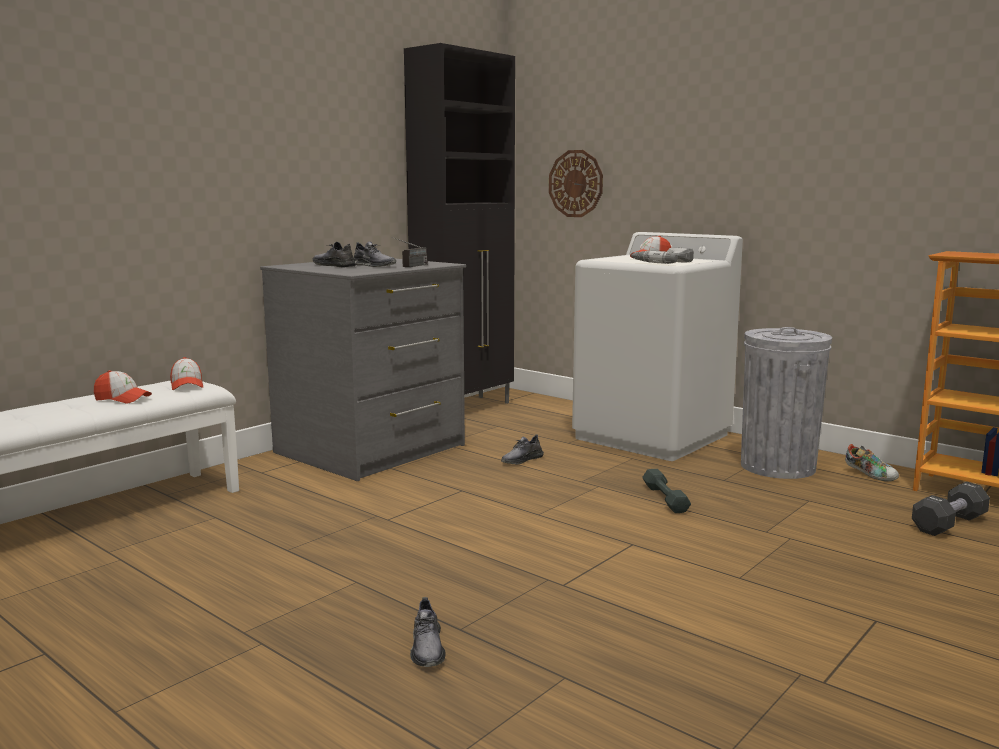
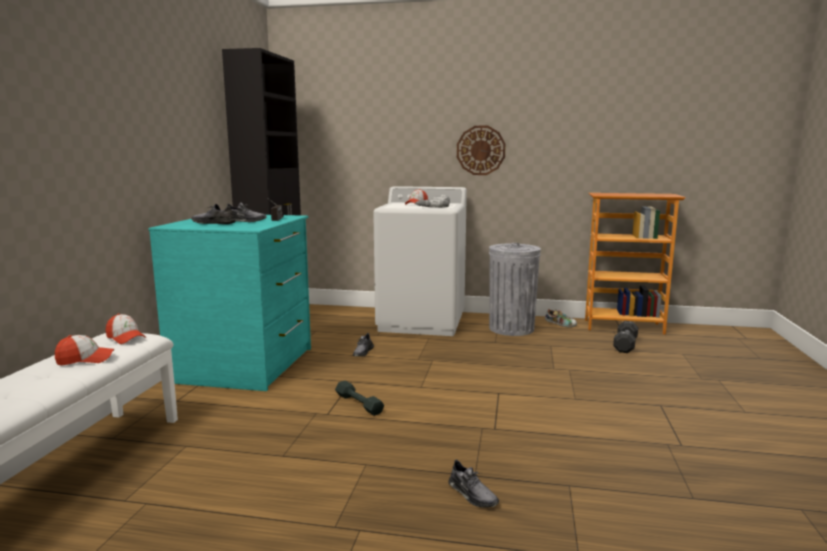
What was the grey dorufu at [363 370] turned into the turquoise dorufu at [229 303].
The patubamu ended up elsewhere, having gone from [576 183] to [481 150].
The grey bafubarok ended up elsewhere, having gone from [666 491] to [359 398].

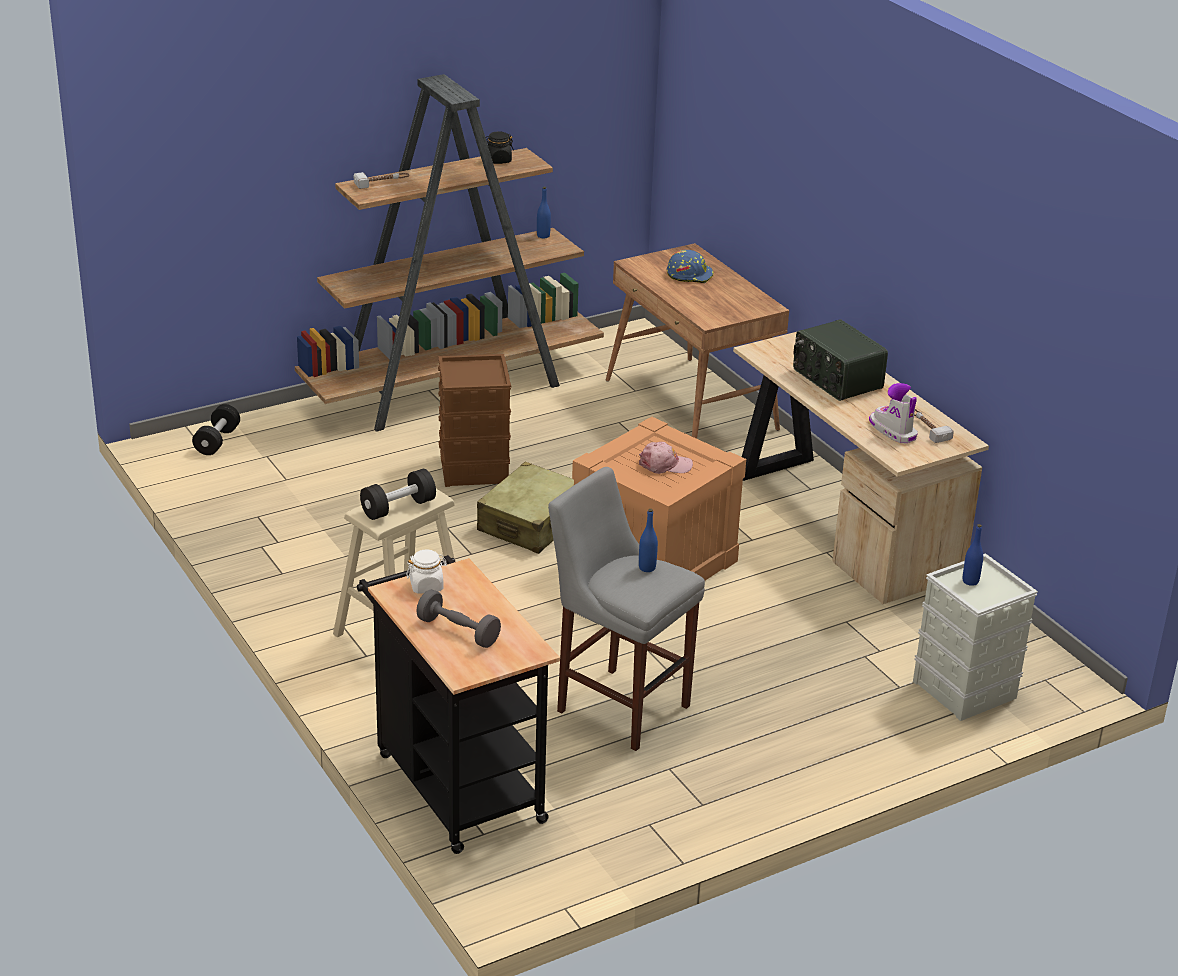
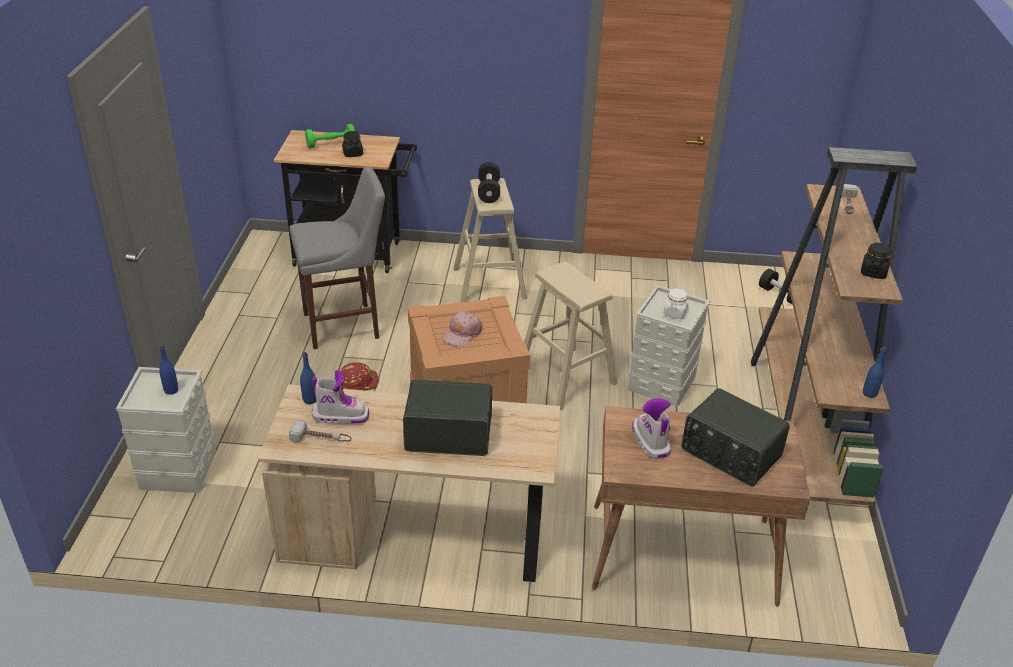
The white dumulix ended up elsewhere, having gone from [426 571] to [675 303].
What was the grey bafubarok at [458 618] turned into the green bafubarok at [330 136].
What was the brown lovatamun at [474 420] turned into the grey lovatamun at [669 346].
Where the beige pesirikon stood at [525 508], the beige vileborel came to stand at [570 335].
The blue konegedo ended up elsewhere, having gone from [648 540] to [308 378].
Where the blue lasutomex stood at [690 266], the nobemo came to stand at [736 437].
The second view gained the red lasutomex at [359 376].
The second view gained the black dumulix at [352 144].
The second view gained the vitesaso at [651 428].

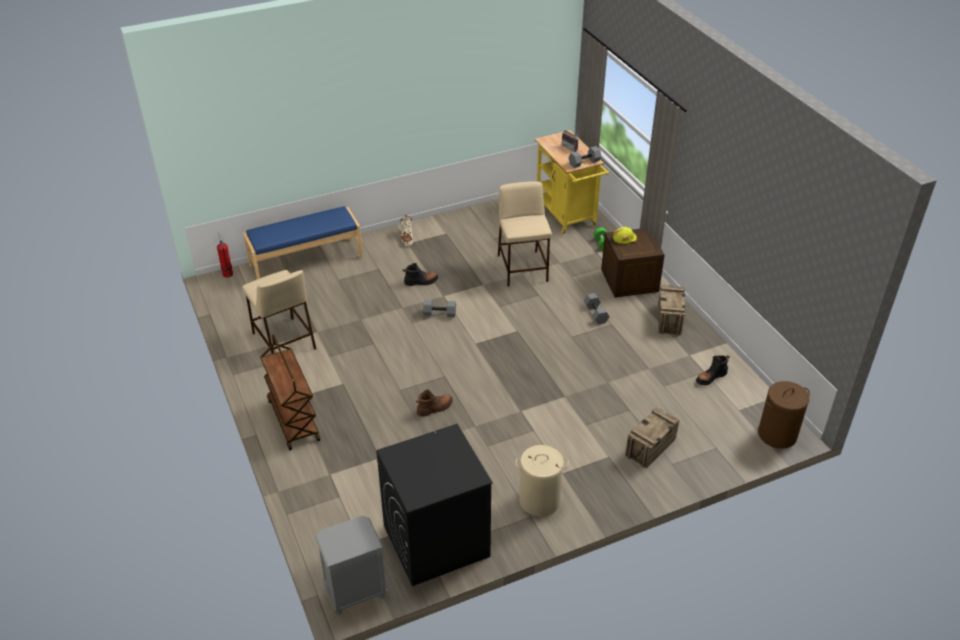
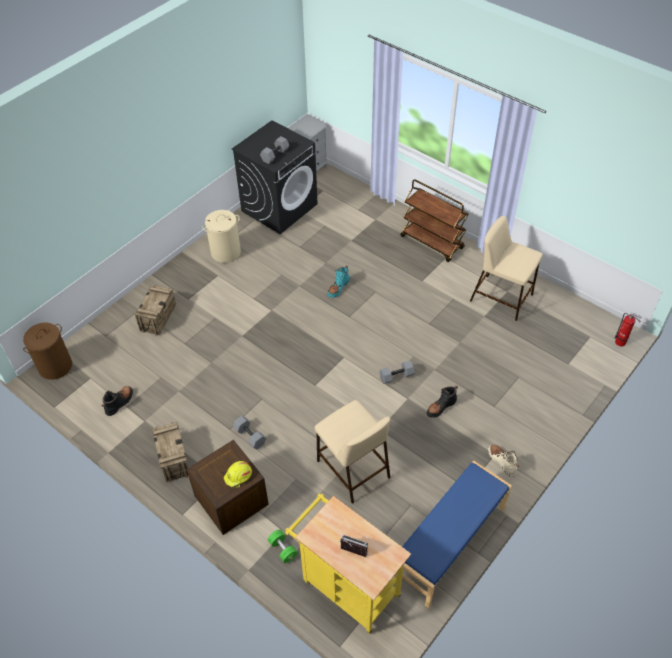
The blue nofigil ended up elsewhere, having gone from [303 242] to [453 534].
What was the brown vitesaso at [434 403] turned into the turquoise vitesaso at [339 282].
The grey bafubarok ended up elsewhere, having gone from [585 157] to [274 150].

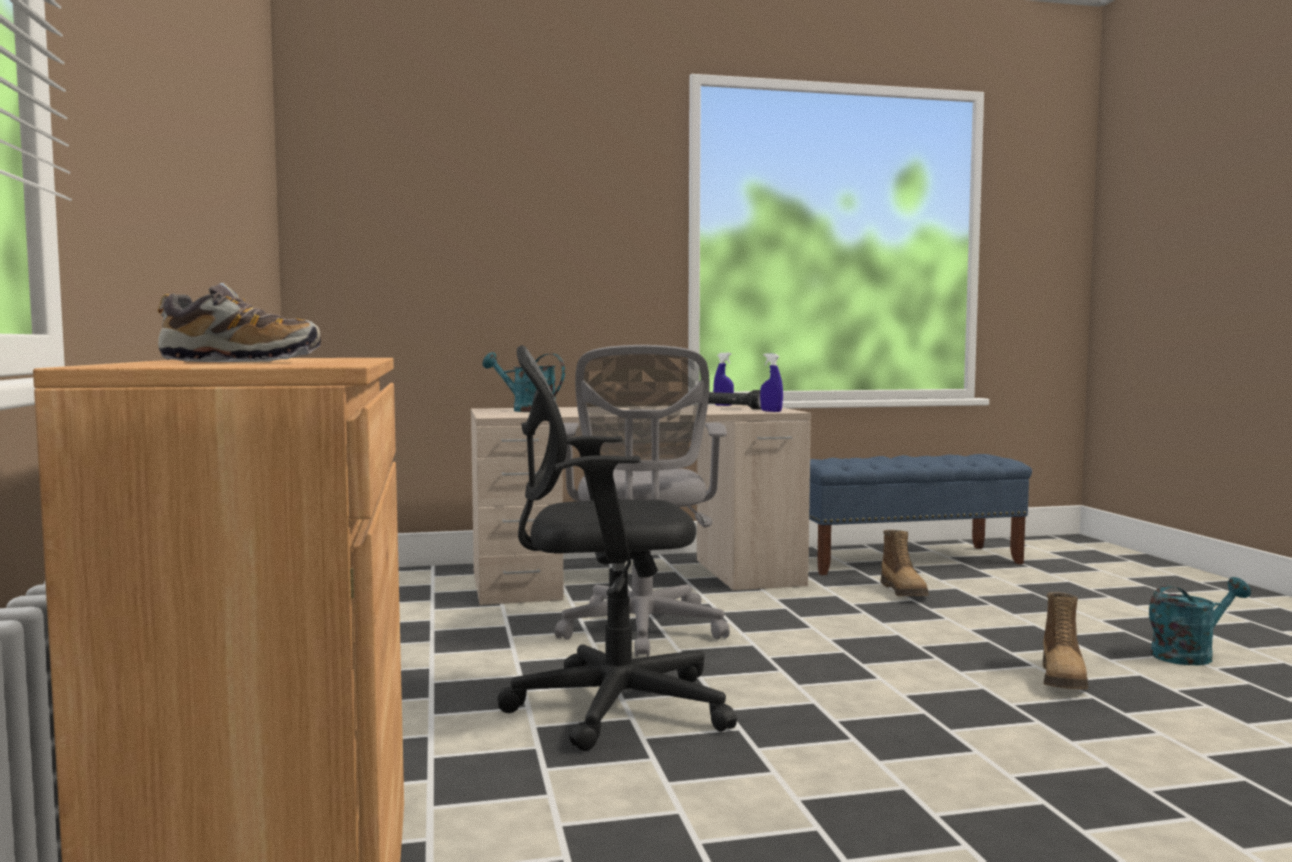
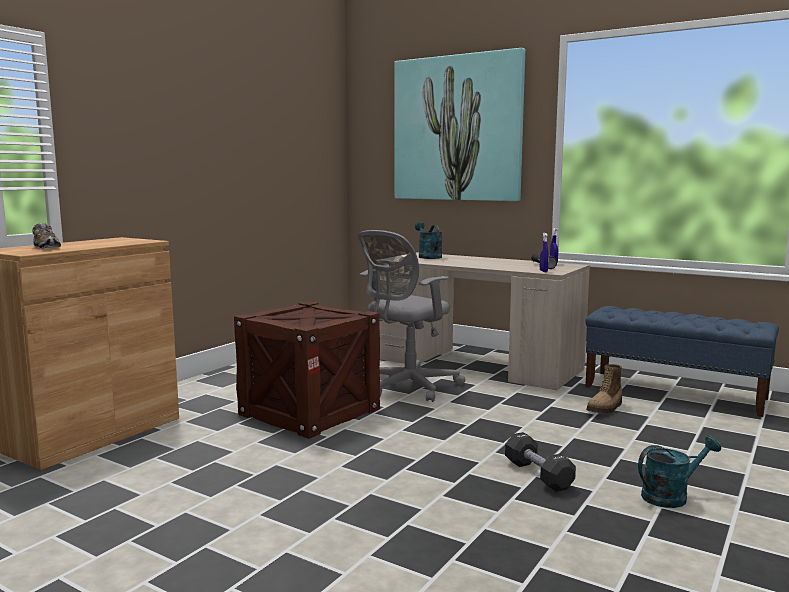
Where the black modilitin stood at [617 548], the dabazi came to stand at [307 370].
Where the vitesaso stood at [1065 640], the black bafubarok came to stand at [540 462].
The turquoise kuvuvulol at [1200 621] ended up facing another way, 45 degrees counterclockwise from before.
The second view gained the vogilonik at [460 124].

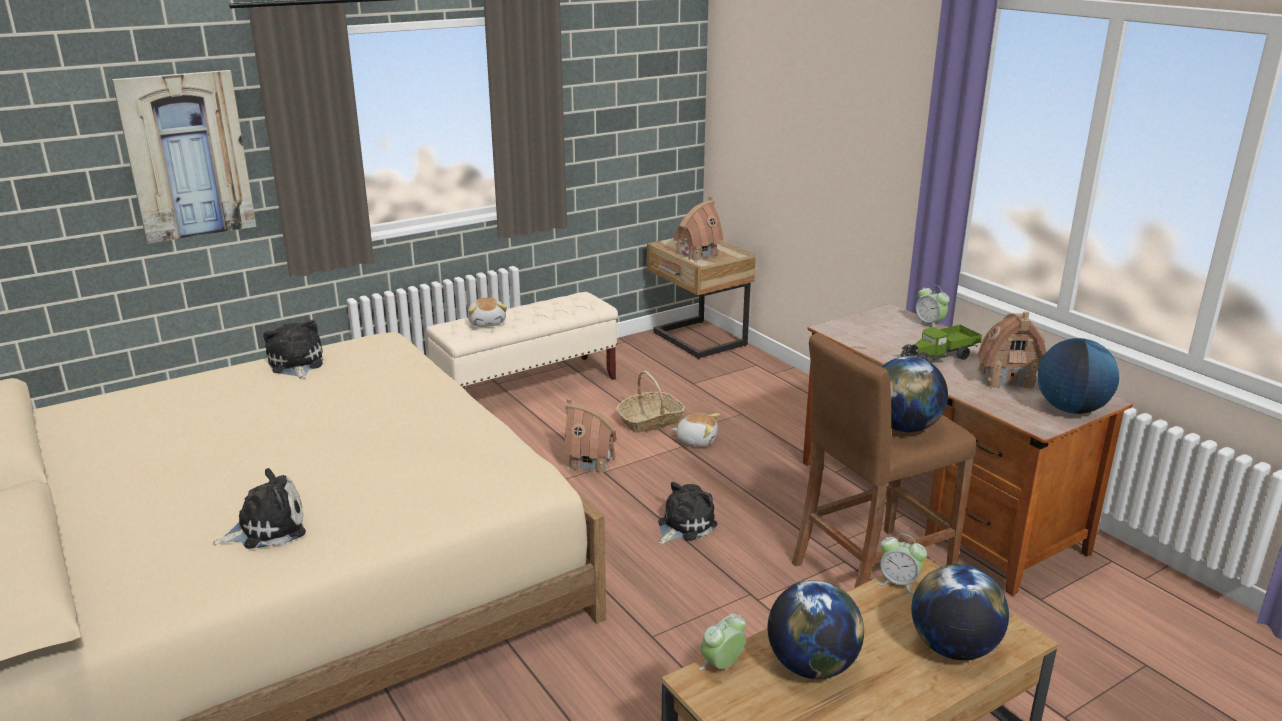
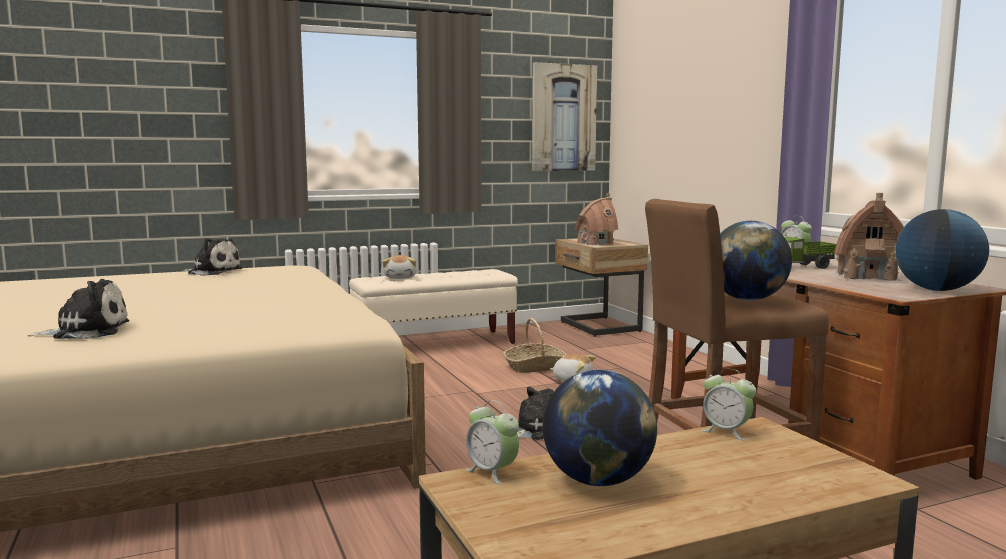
The vogilonik ended up elsewhere, having gone from [184 156] to [564 116].
The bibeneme at [293 349] ended up facing another way, 120 degrees clockwise from before.
The second view lost the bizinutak at [590 435].
The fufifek at [722 642] ended up facing another way, 105 degrees counterclockwise from before.
The second view lost the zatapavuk at [960 612].

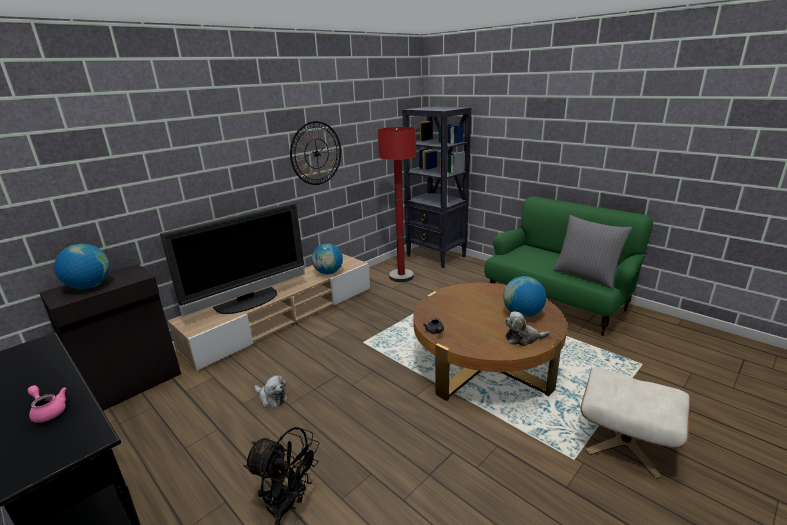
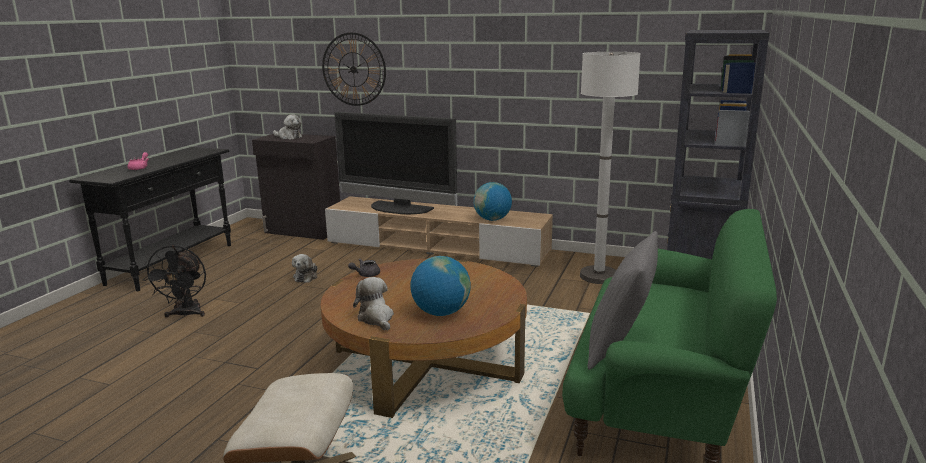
Where the zatapavuk stood at [82 266], the bibeneme came to stand at [287 126].
The patubamu ended up elsewhere, having gone from [315 153] to [354 69].
What was the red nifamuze at [397 204] turned into the white nifamuze at [610 168].

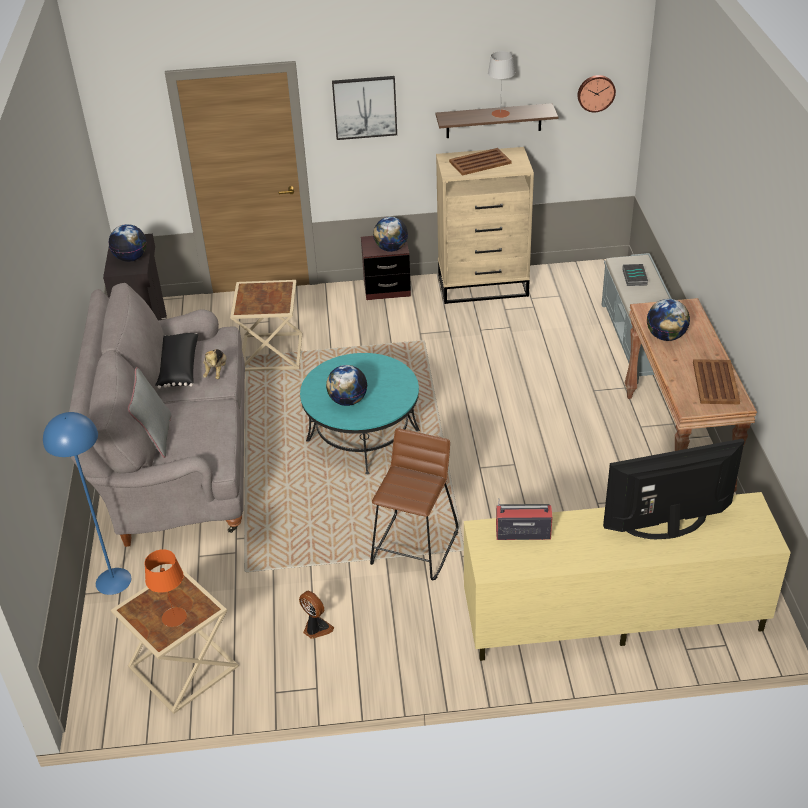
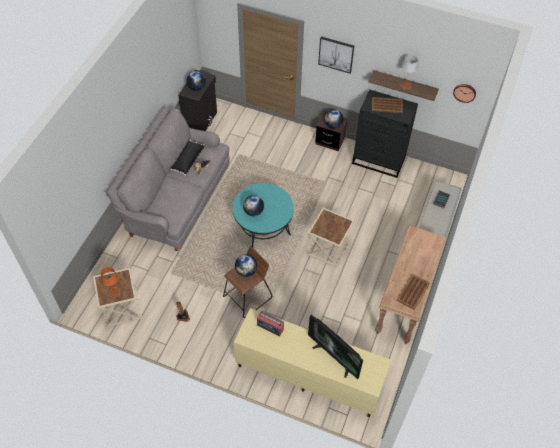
The second view lost the blue nifamuze at [87 503].
The second view lost the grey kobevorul at [149 412].
The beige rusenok ended up elsewhere, having gone from [266 325] to [330 237].
What was the beige dorufu at [485 225] turned into the black dorufu at [385 134].
The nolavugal at [673 489] ended up facing another way, 150 degrees counterclockwise from before.
The zatapavuk ended up elsewhere, having gone from [668 320] to [246 265].

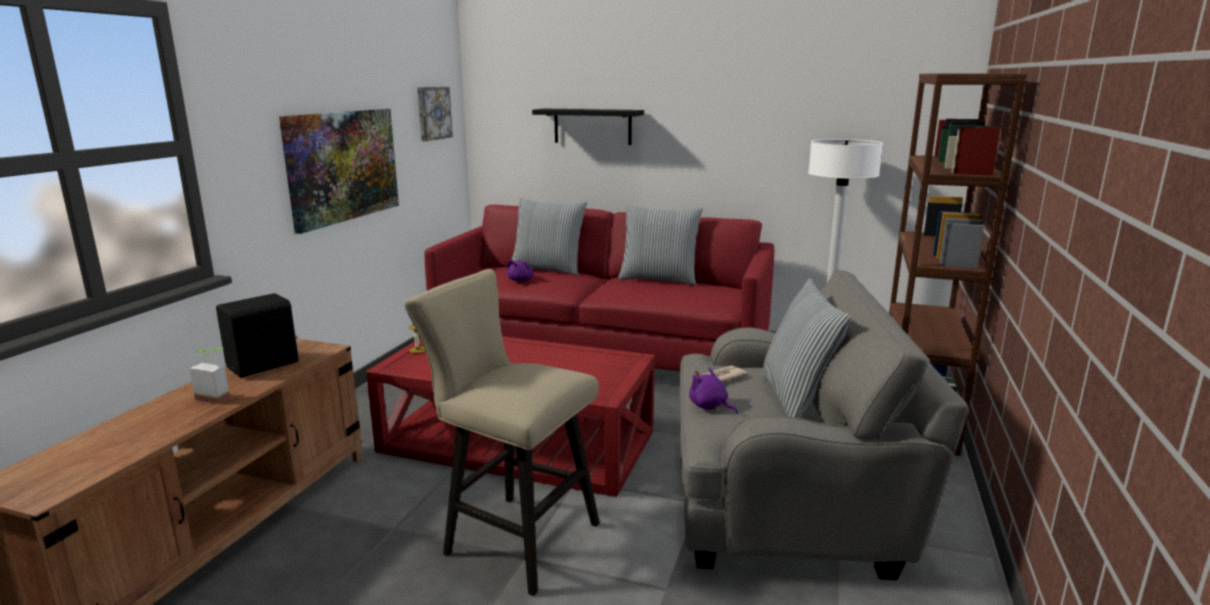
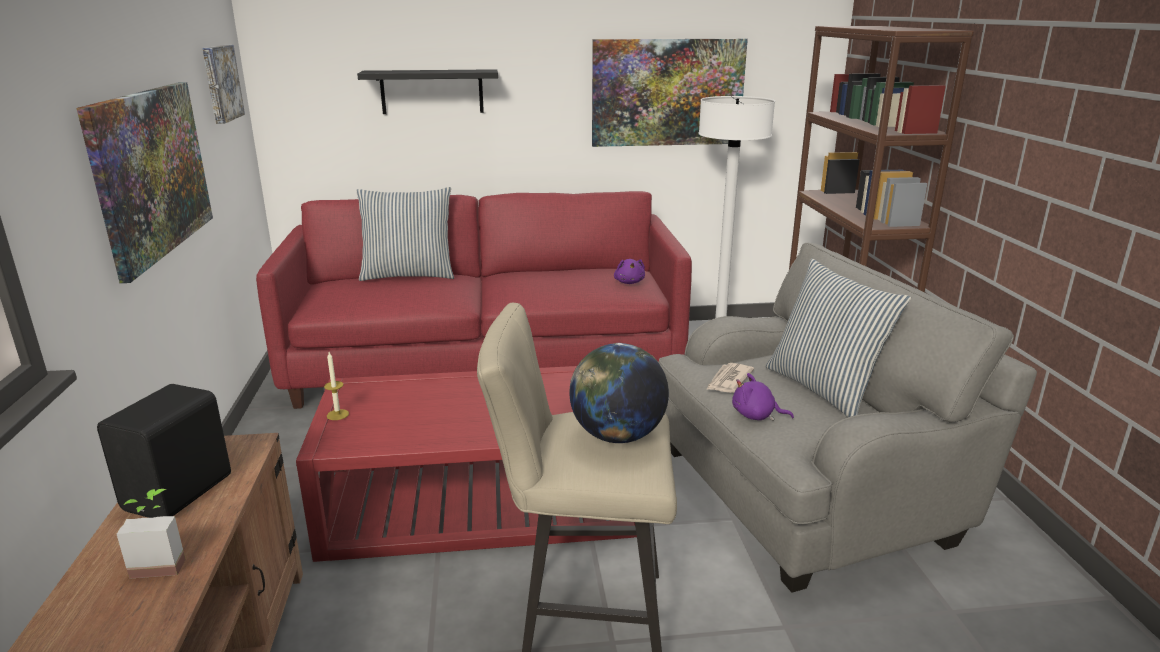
The purple bibeneme ended up elsewhere, having gone from [520 270] to [629 271].
The second view lost the kobevorul at [660 245].
The second view gained the zatapavuk at [619 393].
The second view gained the vogilonik at [670 93].

